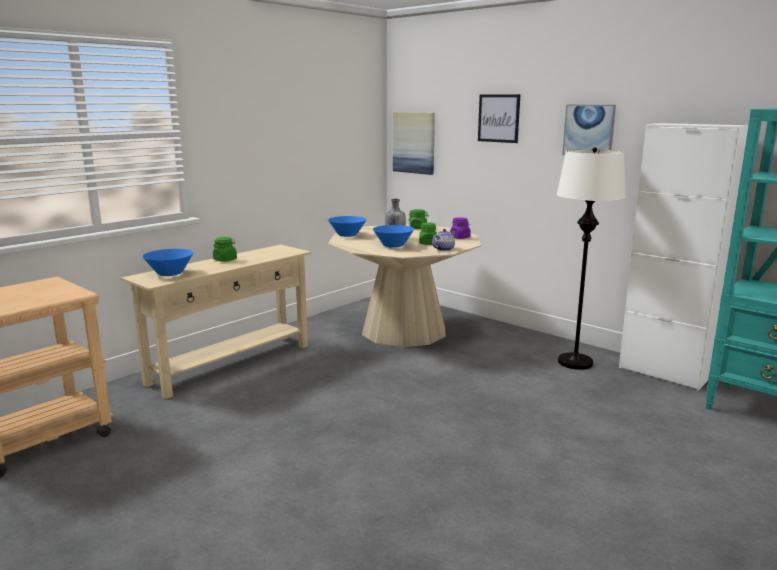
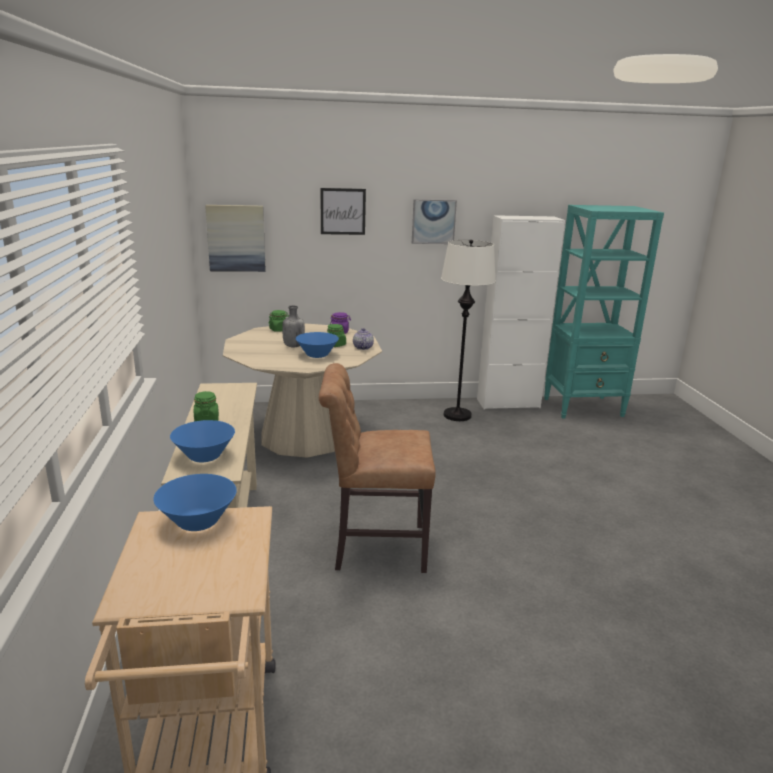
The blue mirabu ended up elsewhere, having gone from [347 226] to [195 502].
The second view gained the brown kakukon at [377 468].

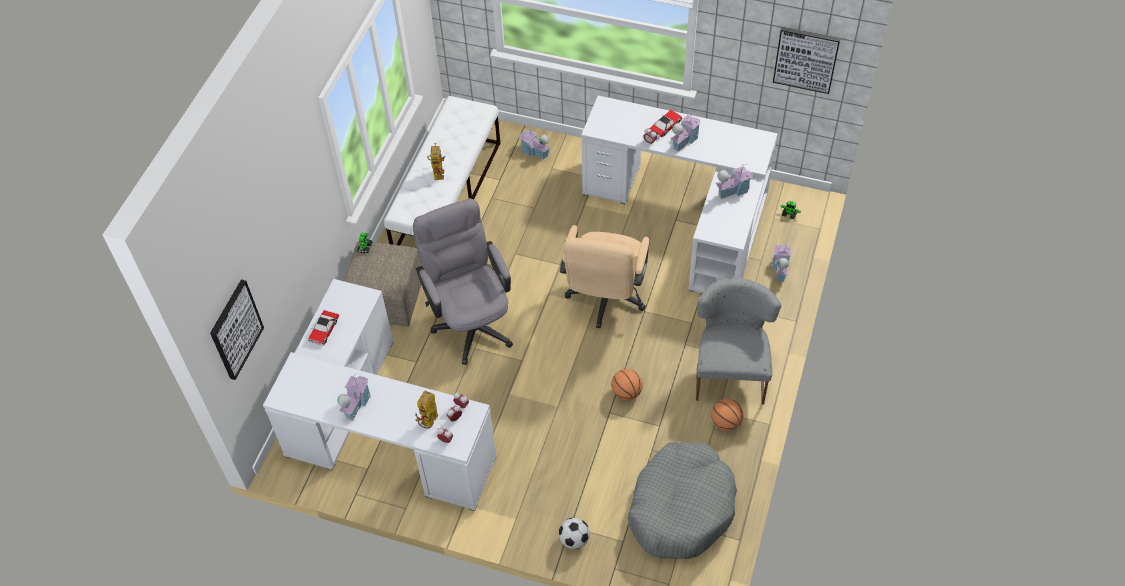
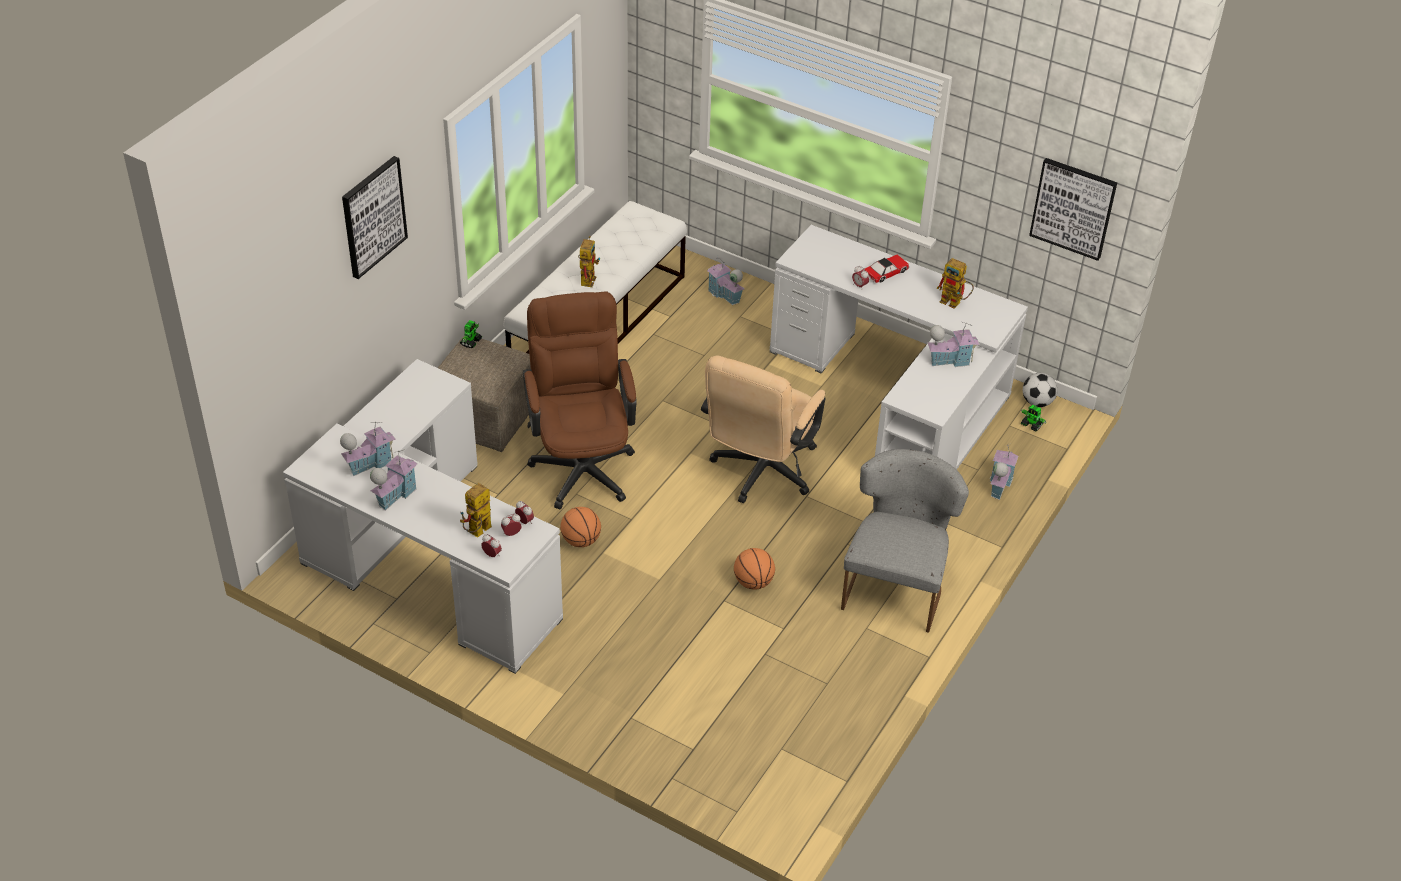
The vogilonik ended up elsewhere, having gone from [237 330] to [375 217].
The second view lost the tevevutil at [323 328].
What was the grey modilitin at [463 281] turned into the brown modilitin at [580 401].
The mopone ended up elsewhere, having gone from [574 533] to [1040 390].
The second view lost the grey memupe at [682 500].
The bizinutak ended up elsewhere, having gone from [685 133] to [368 448].
The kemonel ended up elsewhere, having gone from [727 415] to [580 527].
The second view gained the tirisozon at [955 283].

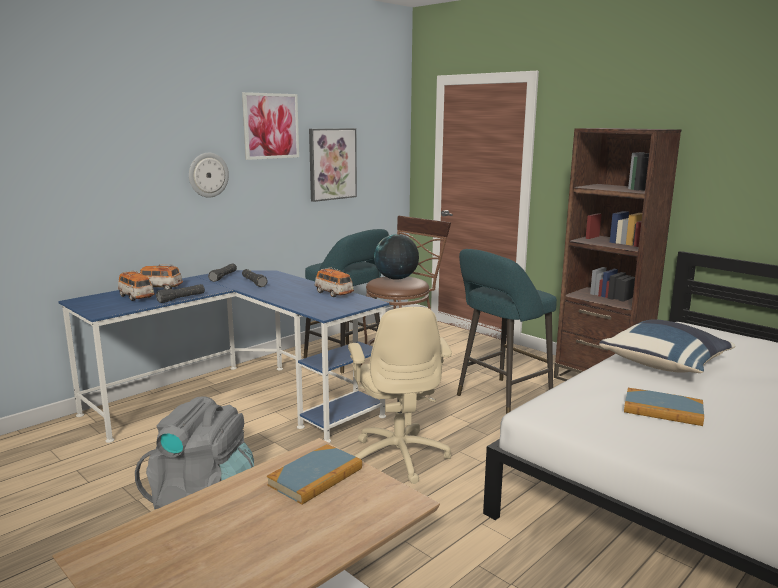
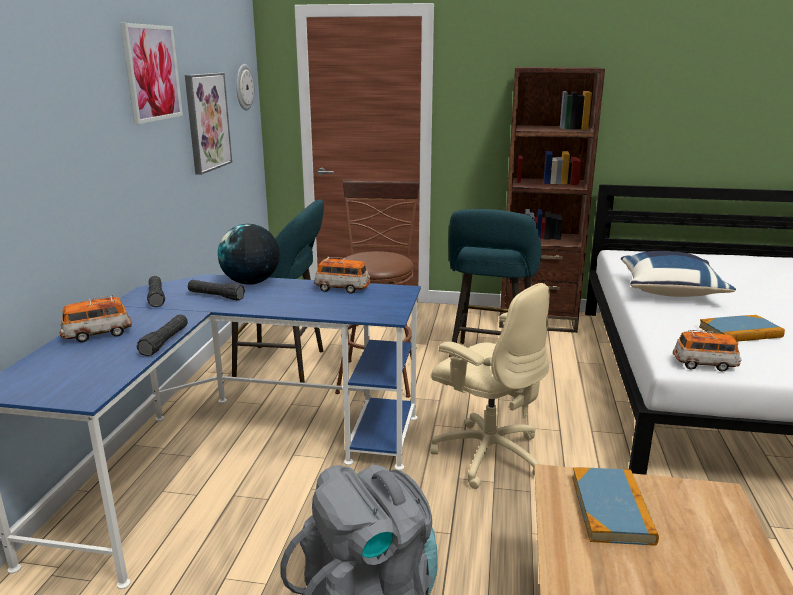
The tevevutil ended up elsewhere, having gone from [136 285] to [706 350].
The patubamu ended up elsewhere, having gone from [209 175] to [245 87].
The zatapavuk ended up elsewhere, having gone from [396 257] to [249 254].

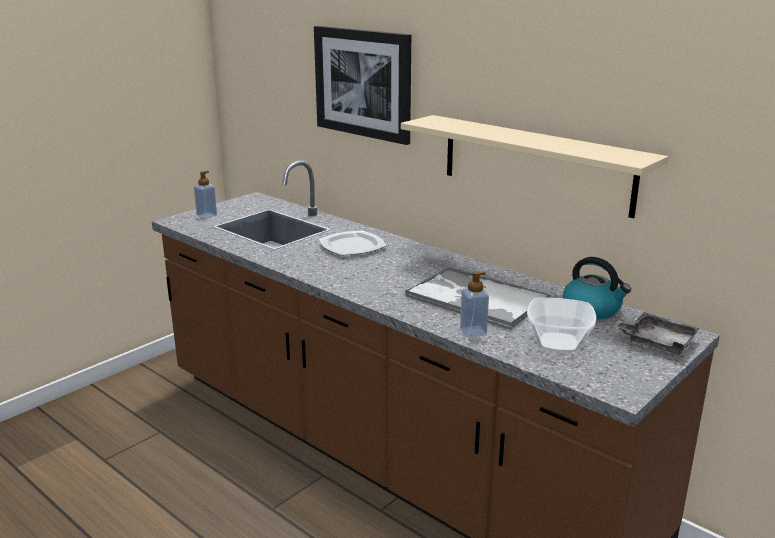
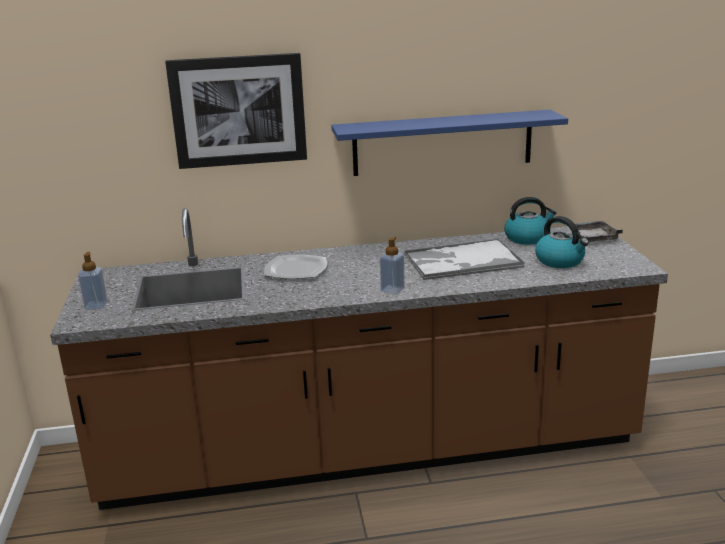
What was the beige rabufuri at [534 166] turned into the blue rabufuri at [449 143].
The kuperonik ended up elsewhere, having gone from [474 304] to [392 265].
Where the mirabu stood at [561 325], the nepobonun came to stand at [562 242].

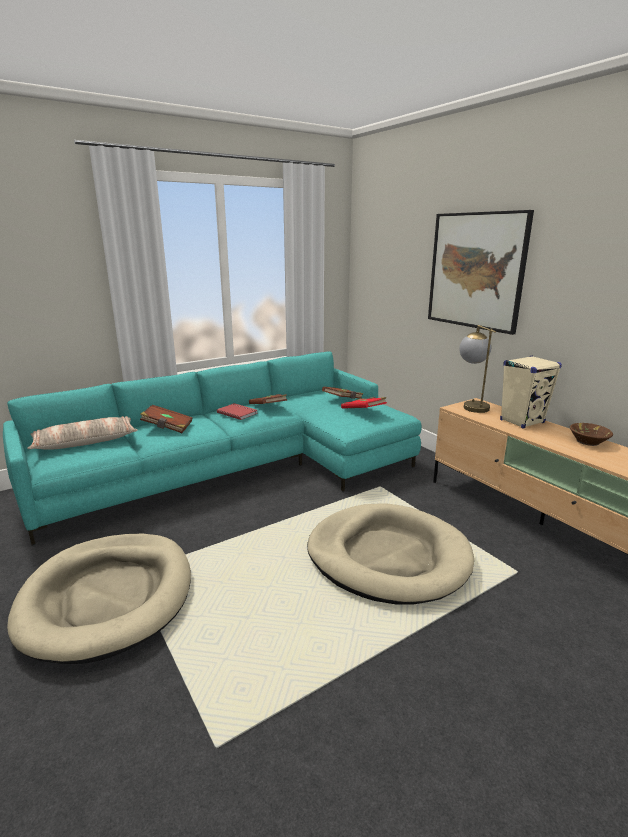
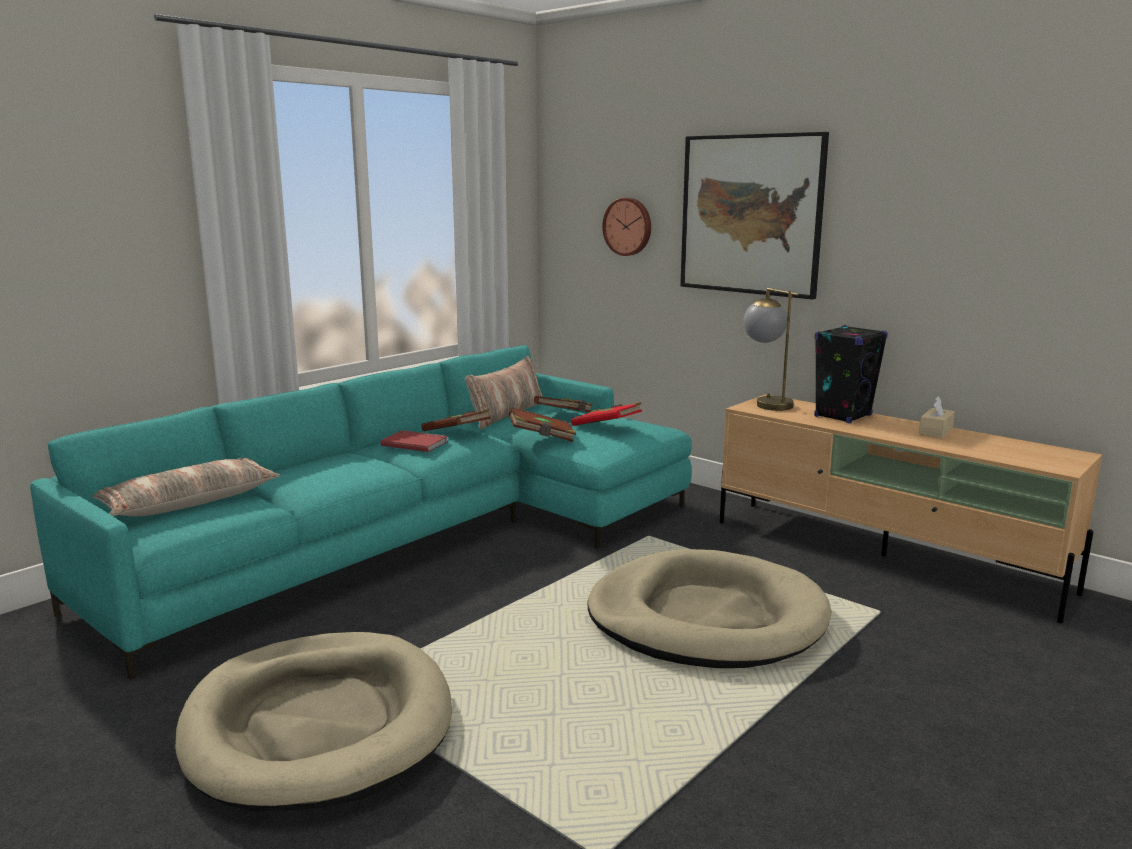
The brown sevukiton ended up elsewhere, having gone from [166 419] to [542 424].
What was the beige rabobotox at [531 391] turned into the black rabobotox at [851 374].
Where the brown mirabu stood at [591 434], the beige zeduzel came to stand at [937 417].
The second view gained the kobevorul at [504 392].
The second view gained the patubamu at [626 227].

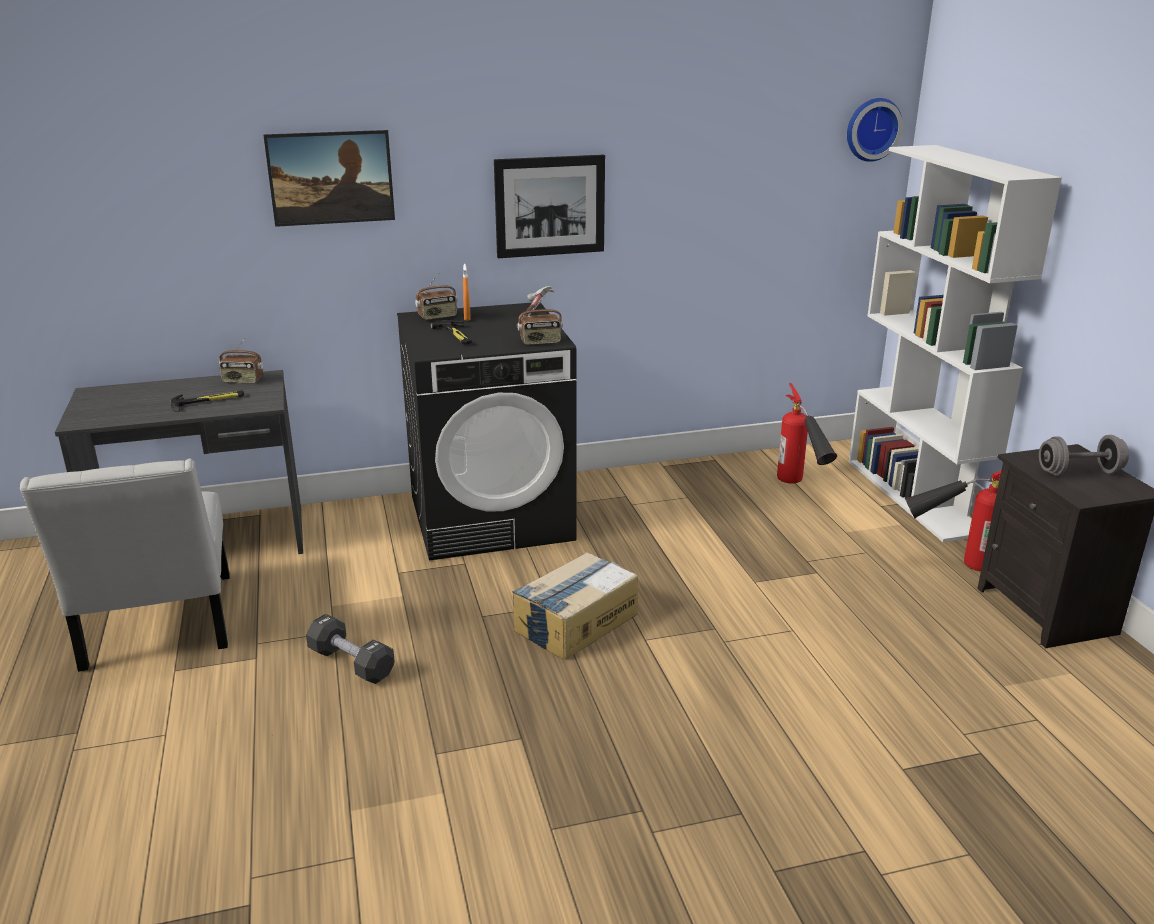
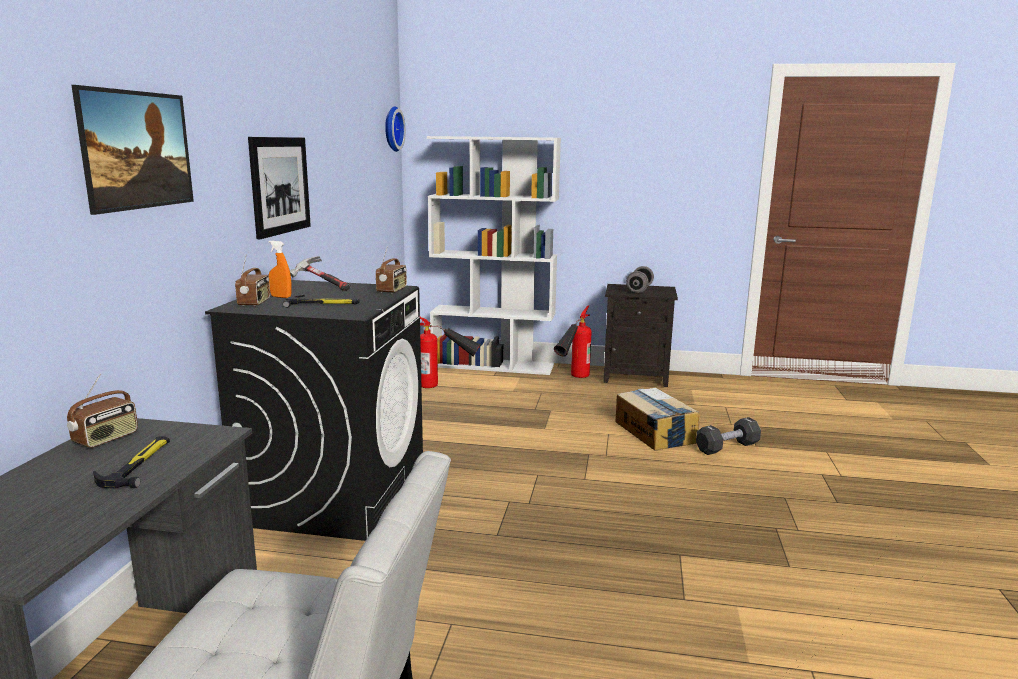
The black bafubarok ended up elsewhere, having gone from [350 649] to [728 436].
The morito ended up elsewhere, having gone from [575 606] to [658 419].

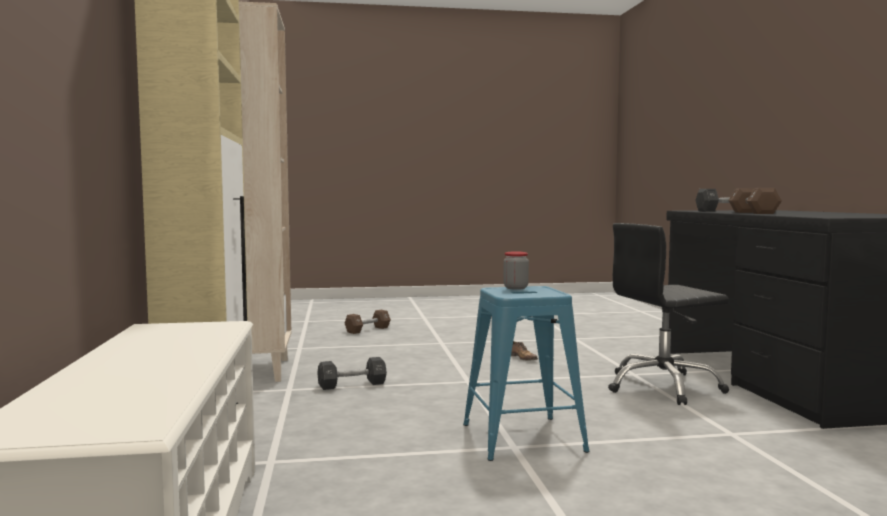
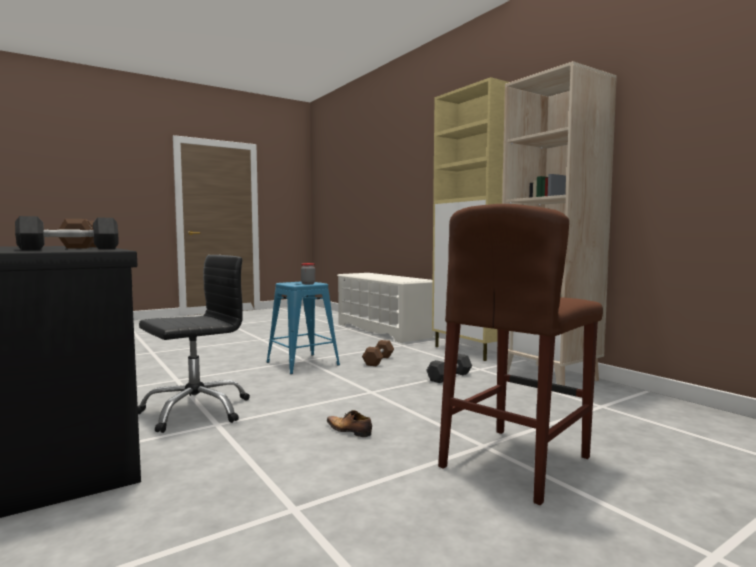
The brown bafubarok ended up elsewhere, having gone from [368 322] to [378 353].
The second view gained the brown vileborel at [520 354].

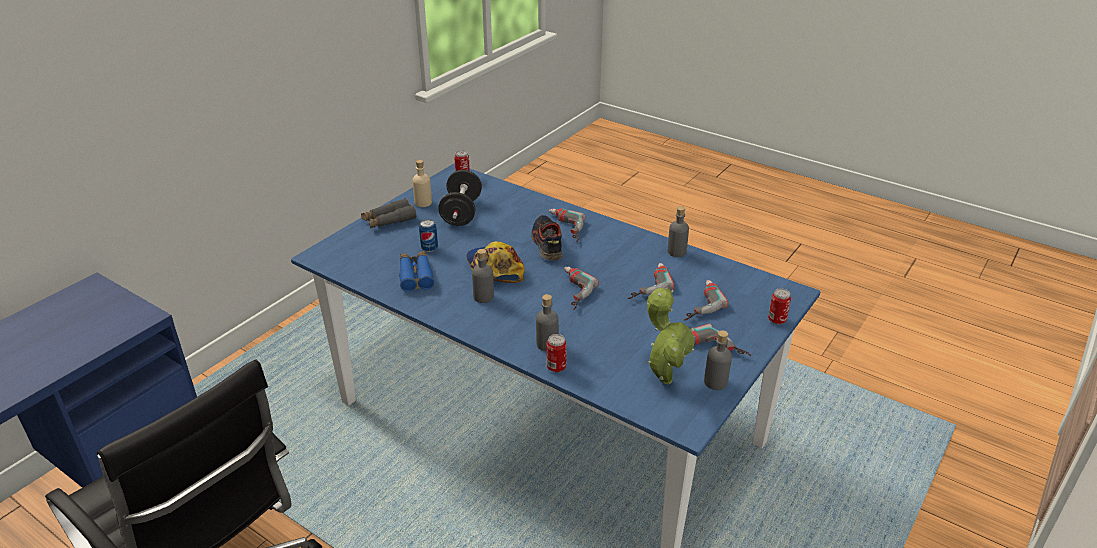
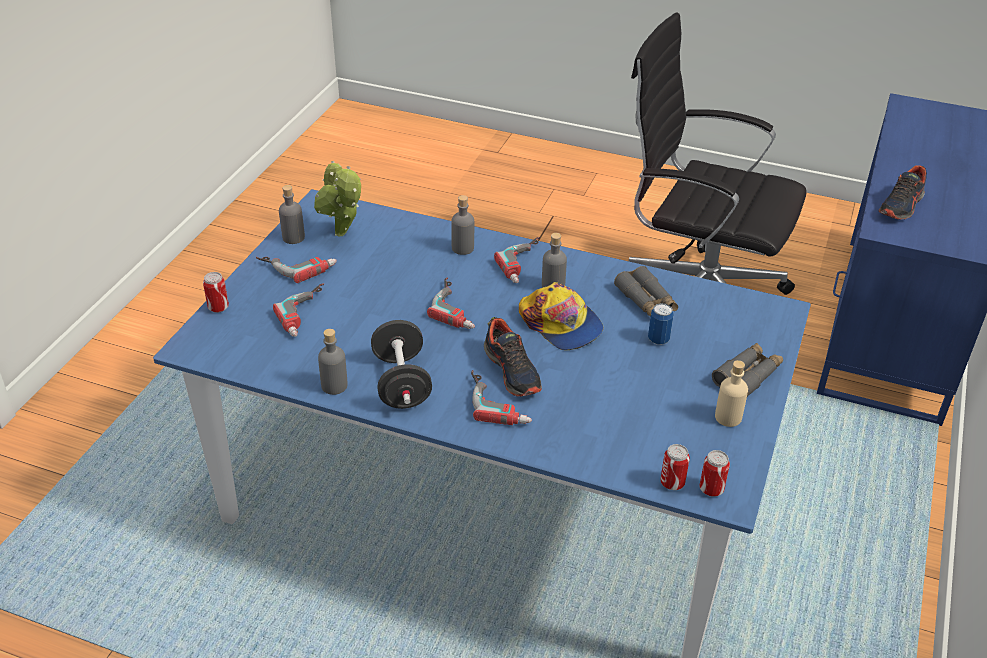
What was the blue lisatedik at [416 271] turned into the grey lisatedik at [646 291].
The black bafubarok ended up elsewhere, having gone from [460 198] to [401 364].
The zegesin ended up elsewhere, having gone from [557 353] to [675 467].
The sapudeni ended up elsewhere, having gone from [650 281] to [517 260].
The second view gained the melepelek at [903 192].

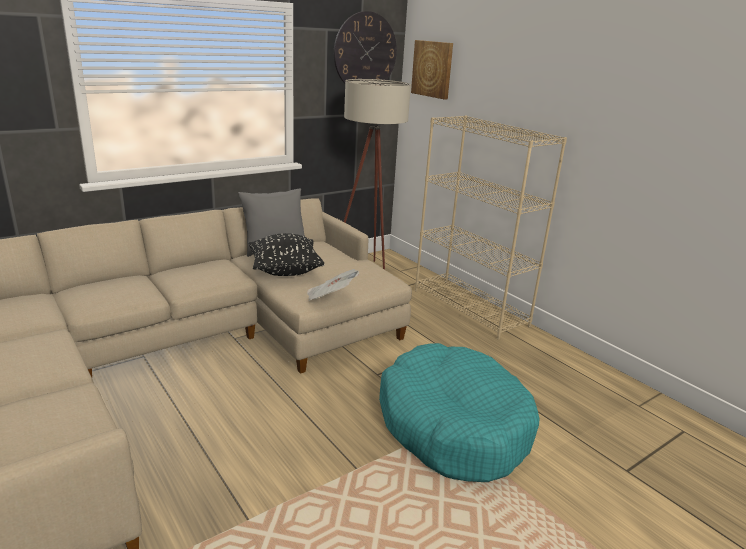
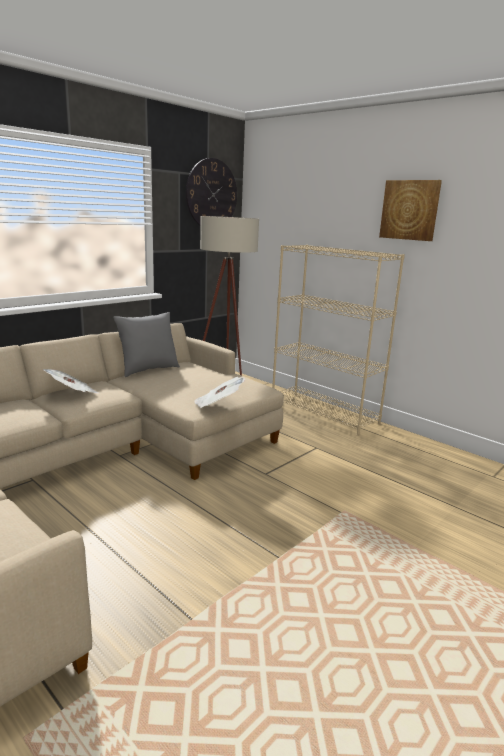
The second view lost the black kobevorul at [287 254].
The second view lost the turquoise memupe at [459 412].
The vogilonik ended up elsewhere, having gone from [432 69] to [410 210].
The second view gained the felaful at [70 381].

